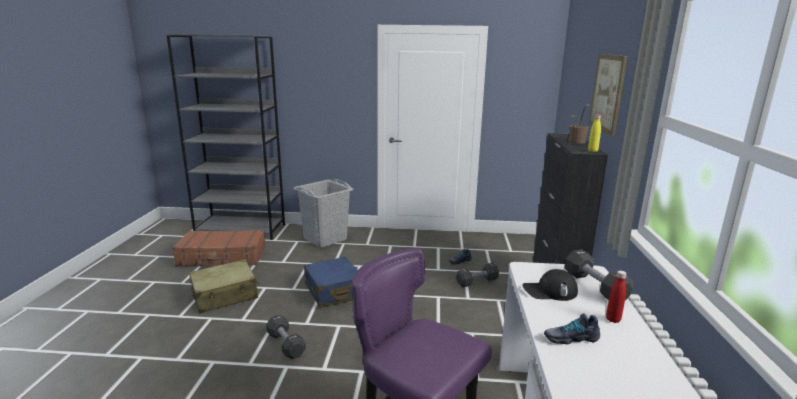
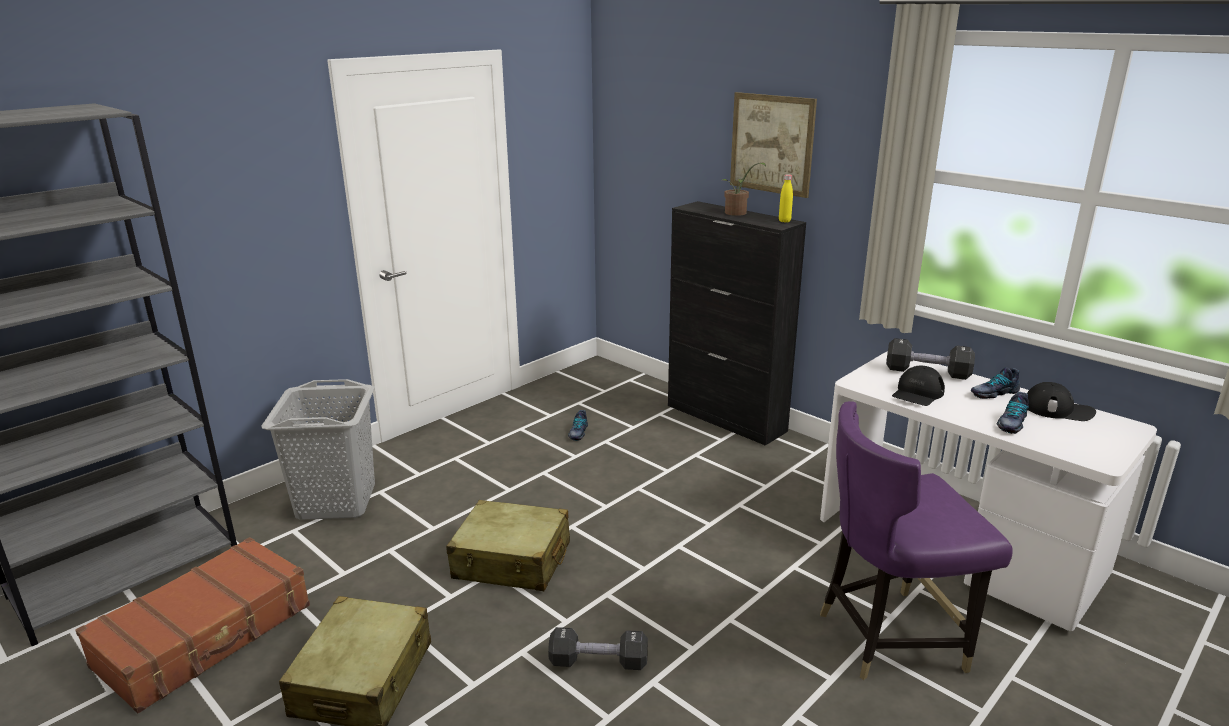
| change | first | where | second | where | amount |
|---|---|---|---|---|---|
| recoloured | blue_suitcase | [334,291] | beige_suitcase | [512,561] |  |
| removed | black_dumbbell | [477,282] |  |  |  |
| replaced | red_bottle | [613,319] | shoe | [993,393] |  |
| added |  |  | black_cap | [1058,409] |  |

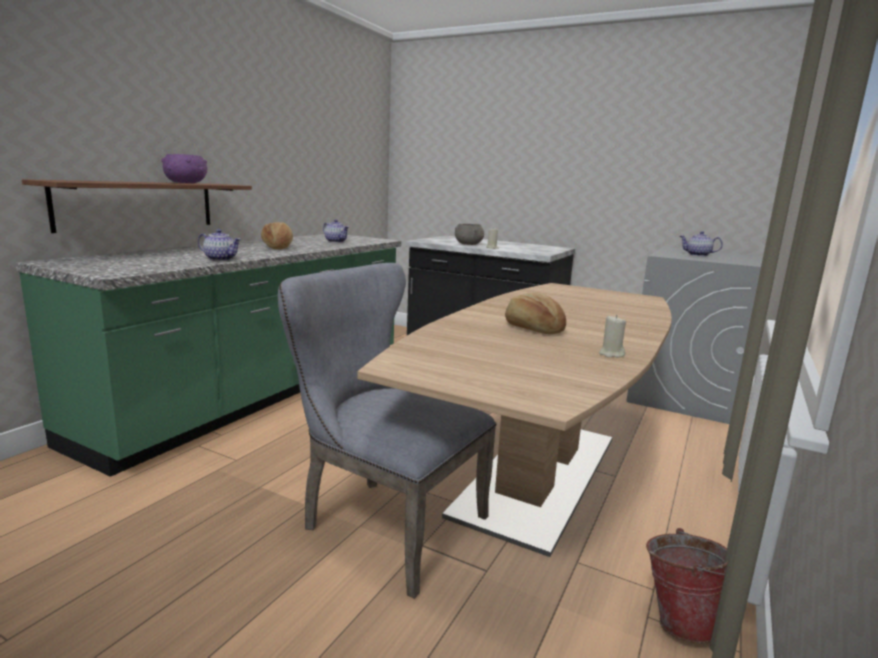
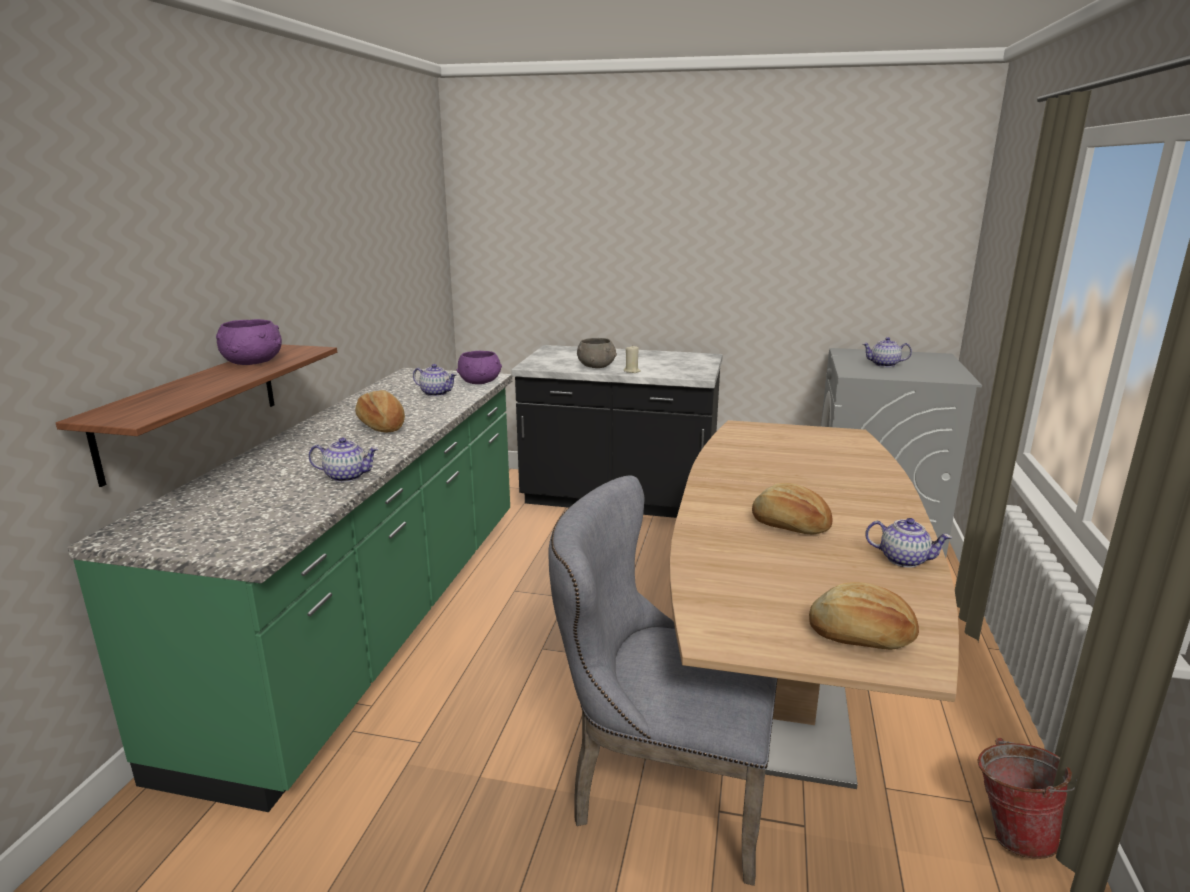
| change | first | where | second | where | amount |
|---|---|---|---|---|---|
| replaced | beige_candle | [611,354] | teapot | [904,559] |  |
| added |  |  | purple_bowl | [480,382] |  |
| added |  |  | bread | [861,637] |  |

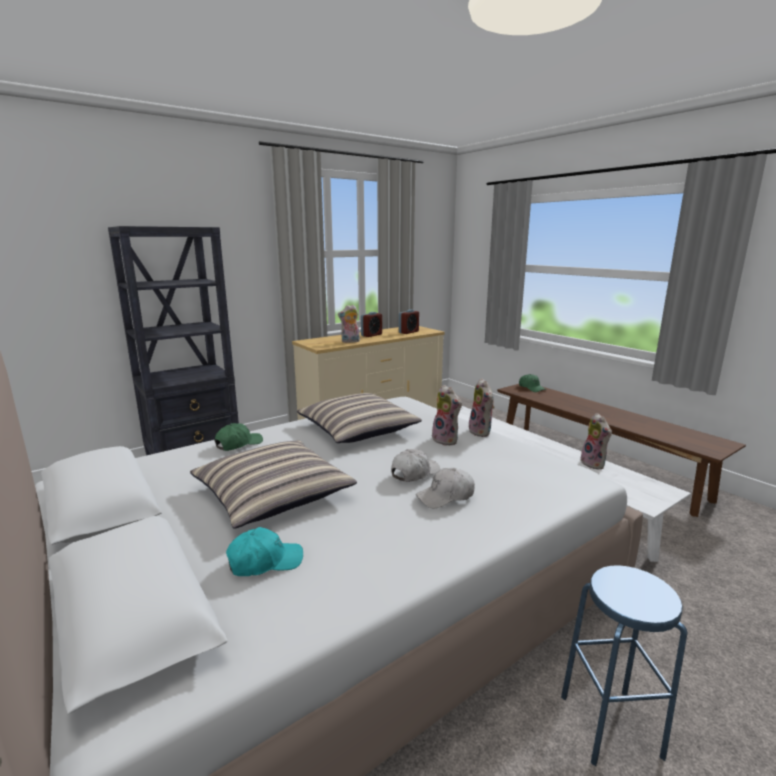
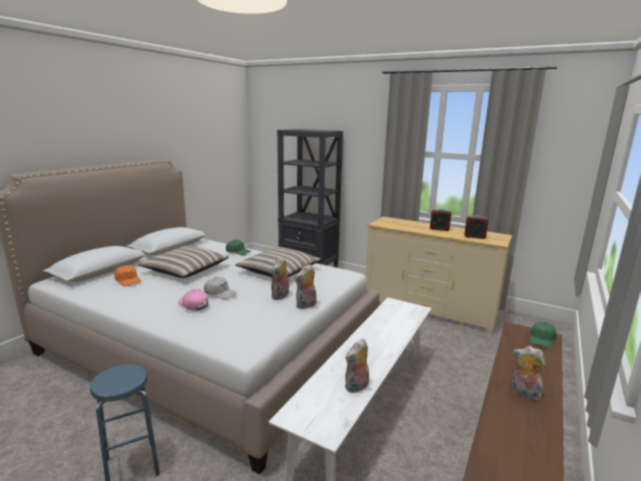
| change | first | where | second | where | amount |
|---|---|---|---|---|---|
| recoloured | turquoise_cap | [265,562] | orange_cap | [128,280] |  |
| moved | plush_toy | [350,341] |  | [523,394] |  |
| recoloured | white_cap | [446,496] | pink_cap | [193,305] |  |

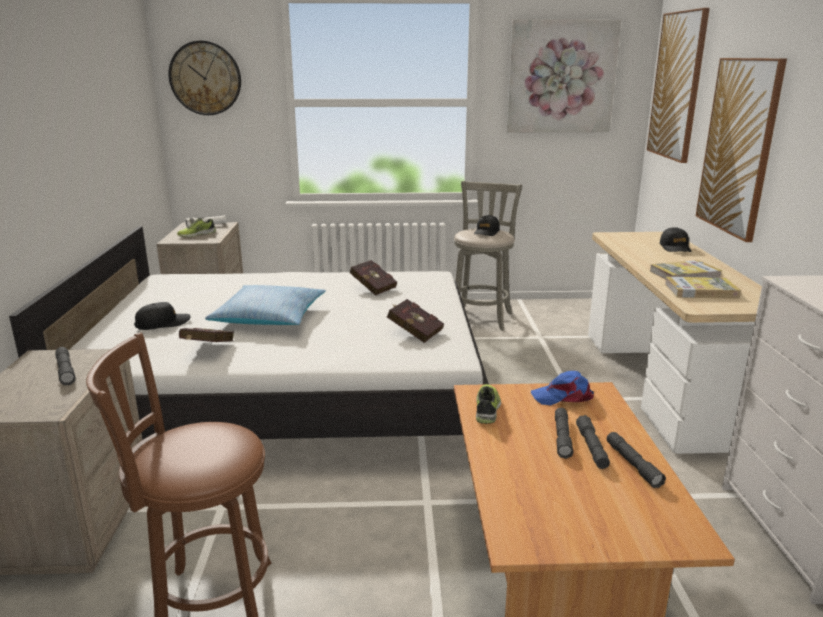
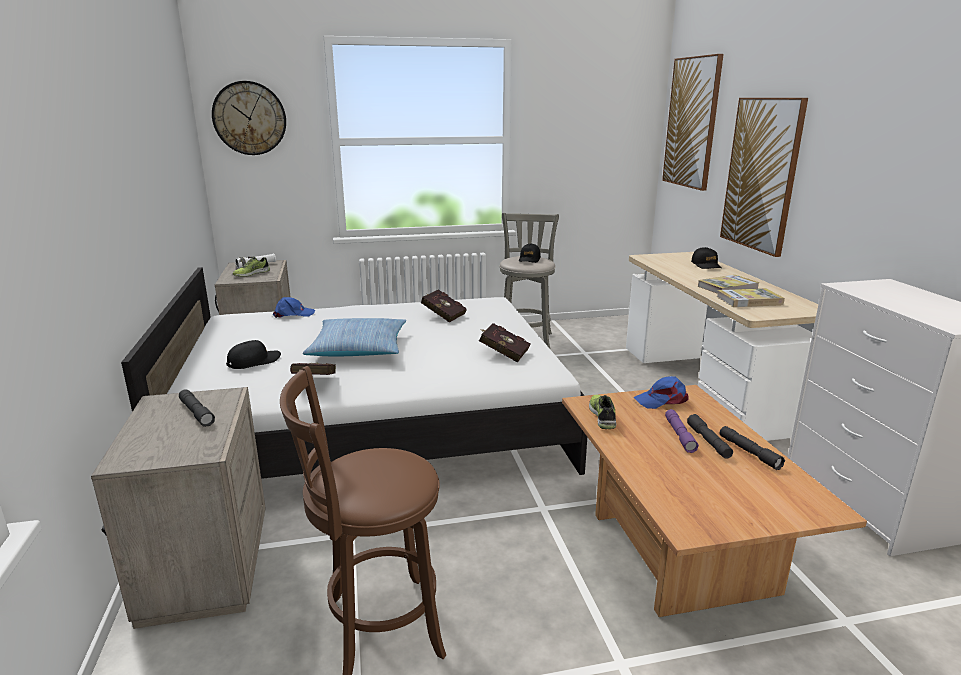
| change | first | where | second | where | amount |
|---|---|---|---|---|---|
| removed | picture | [561,77] |  |  |  |
| recoloured | grey_flashlight | [562,437] | purple_flashlight | [679,435] |  |
| added |  |  | blue_cap | [293,314] |  |

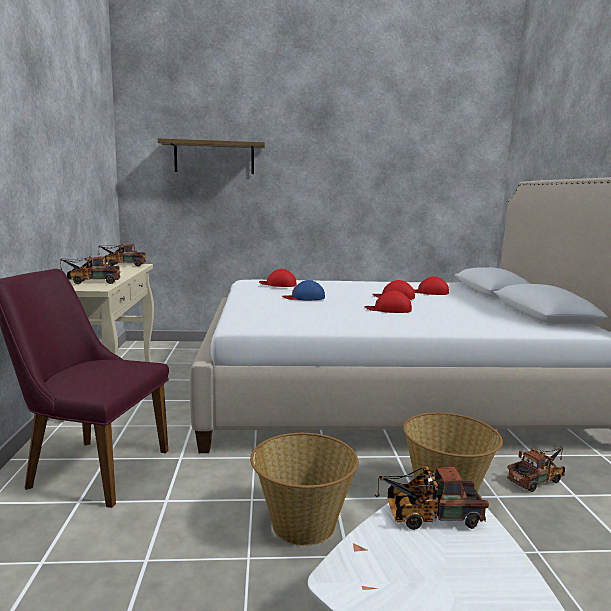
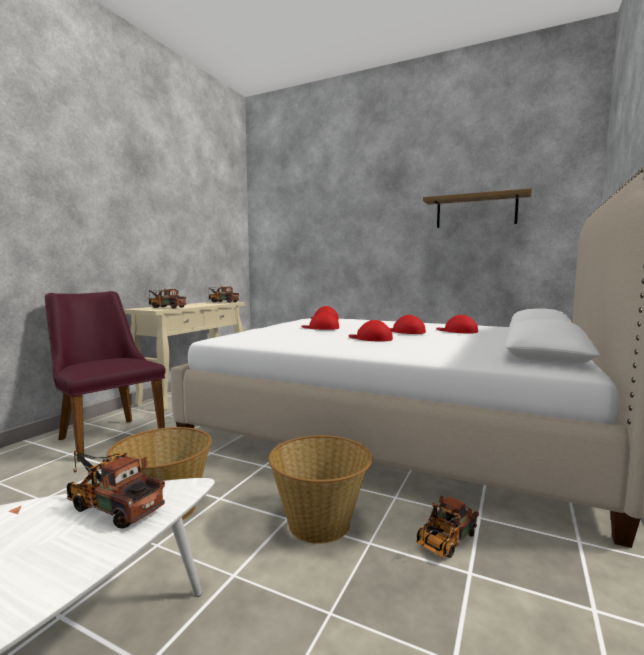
| change | first | where | second | where | amount |
|---|---|---|---|---|---|
| moved | shelf | [214,157] |  | [476,211] |  |
| recoloured | blue_cap | [304,297] | red_cap | [320,328] |  |
| turned | toy_truck | [538,480] |  | [444,542] | 135 degrees clockwise |

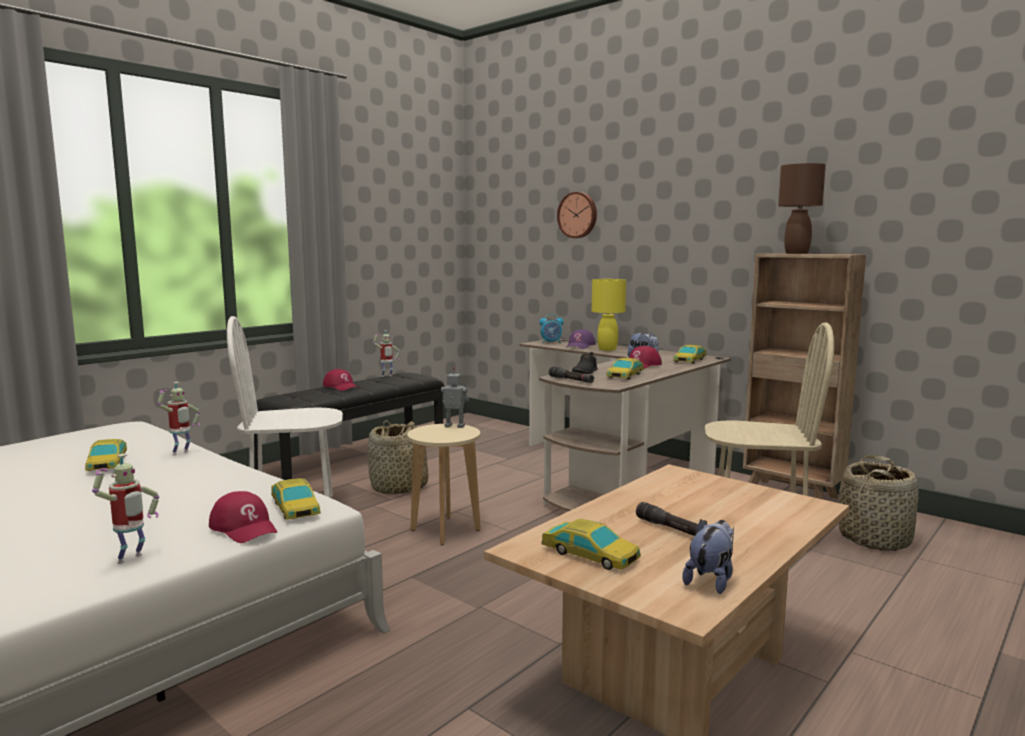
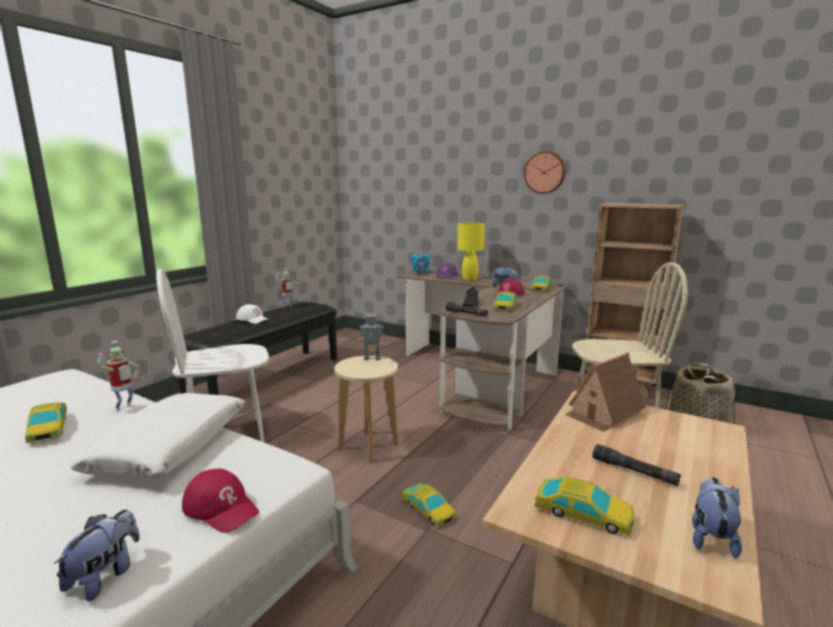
| change | first | where | second | where | amount |
|---|---|---|---|---|---|
| replaced | toy_robot | [131,560] | plush_toy | [105,576] |  |
| moved | toy_car | [295,507] |  | [428,509] |  |
| recoloured | red_cap | [341,386] | white_cap | [253,319] |  |
| removed | basket | [399,488] |  |  |  |
| moved | wall_clock | [578,215] |  | [545,172] |  |
| removed | brown_table_lamp | [797,253] |  |  |  |
| added |  |  | white_pillow | [171,447] |  |
| added |  |  | toy_house | [603,413] |  |

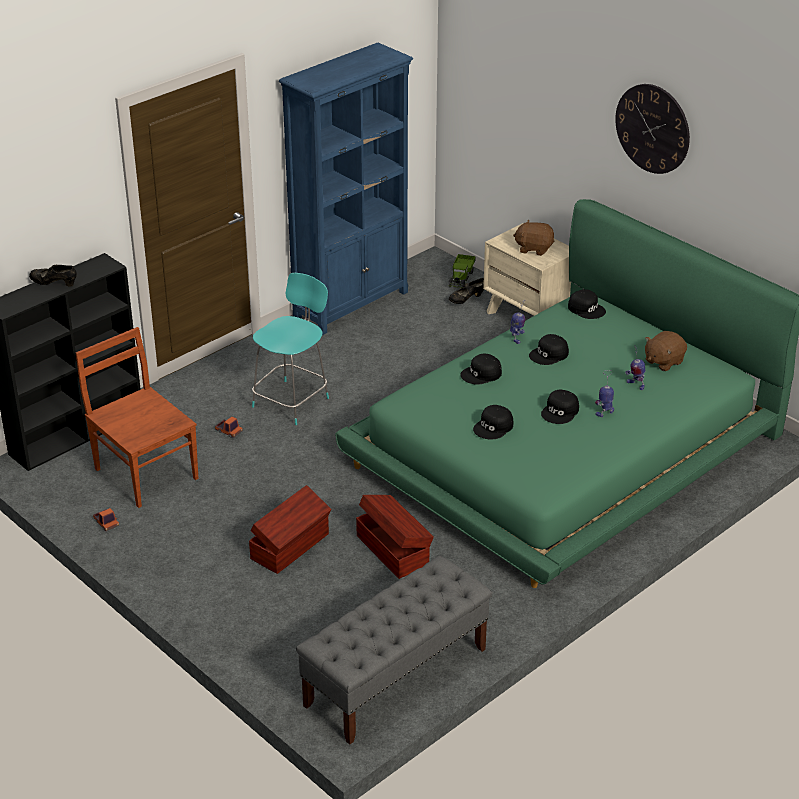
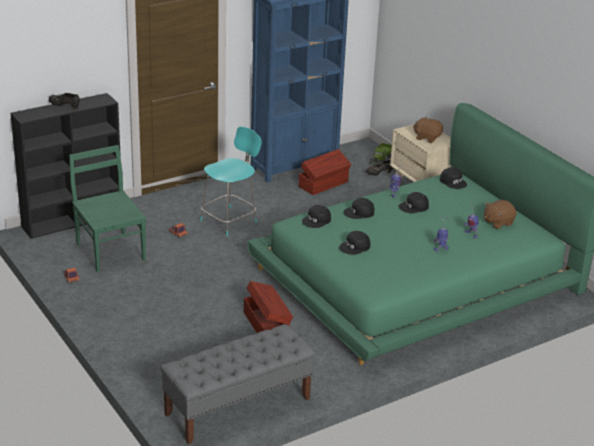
| change | first | where | second | where | amount |
|---|---|---|---|---|---|
| recoloured | brown_chair | [145,472] | green_chair | [110,251] |  |
| moved | brown_storage_box | [291,546] |  | [324,184] |  |
| moved | black_cap | [560,412] |  | [317,220] |  |
| removed | wall_clock | [652,128] |  |  |  |

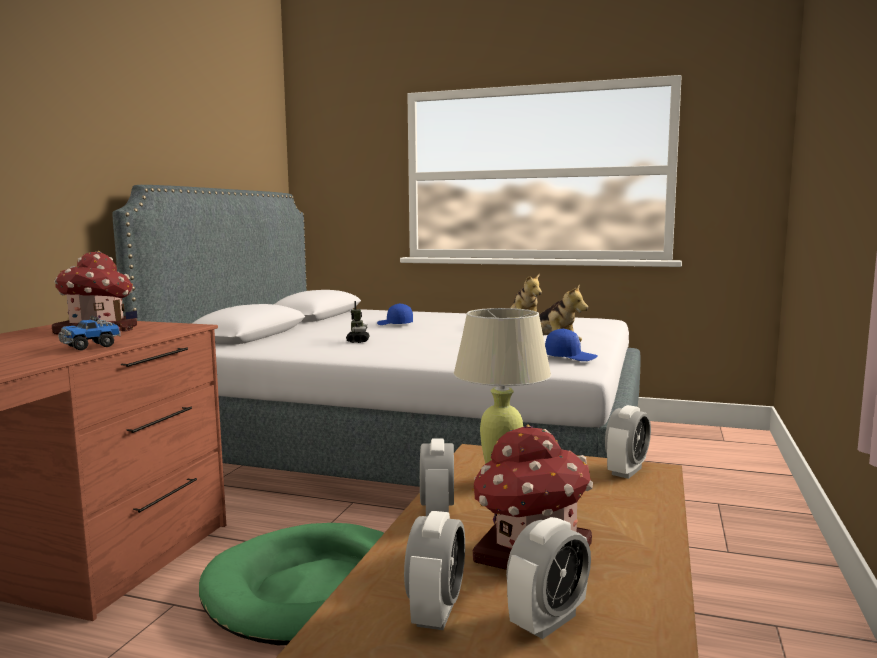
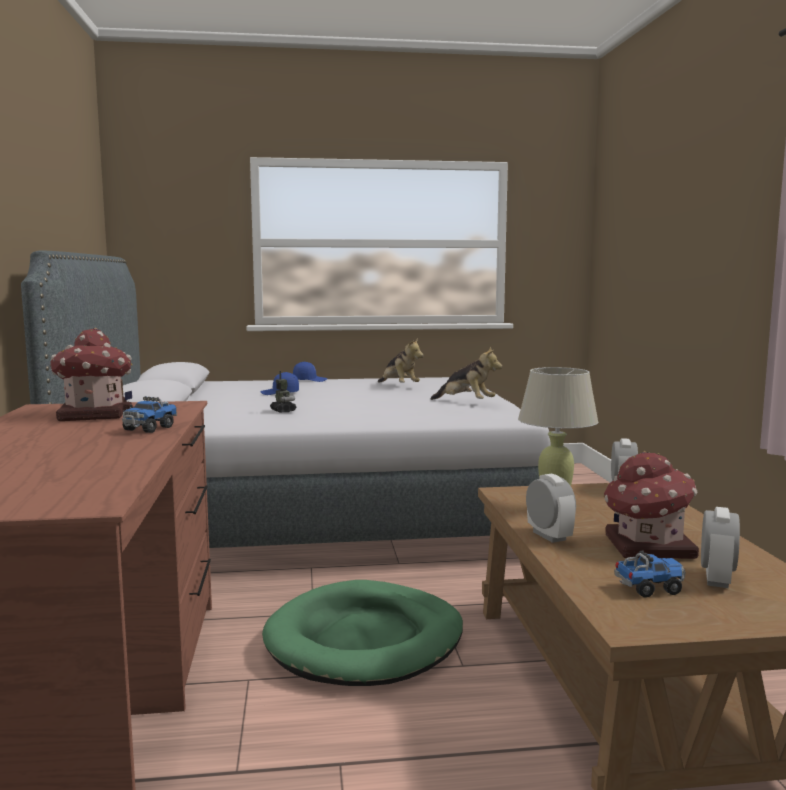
| change | first | where | second | where | amount |
|---|---|---|---|---|---|
| replaced | alarm_clock | [436,612] | toy_truck | [649,588] |  |
| moved | blue_cap | [570,357] |  | [310,380] |  |

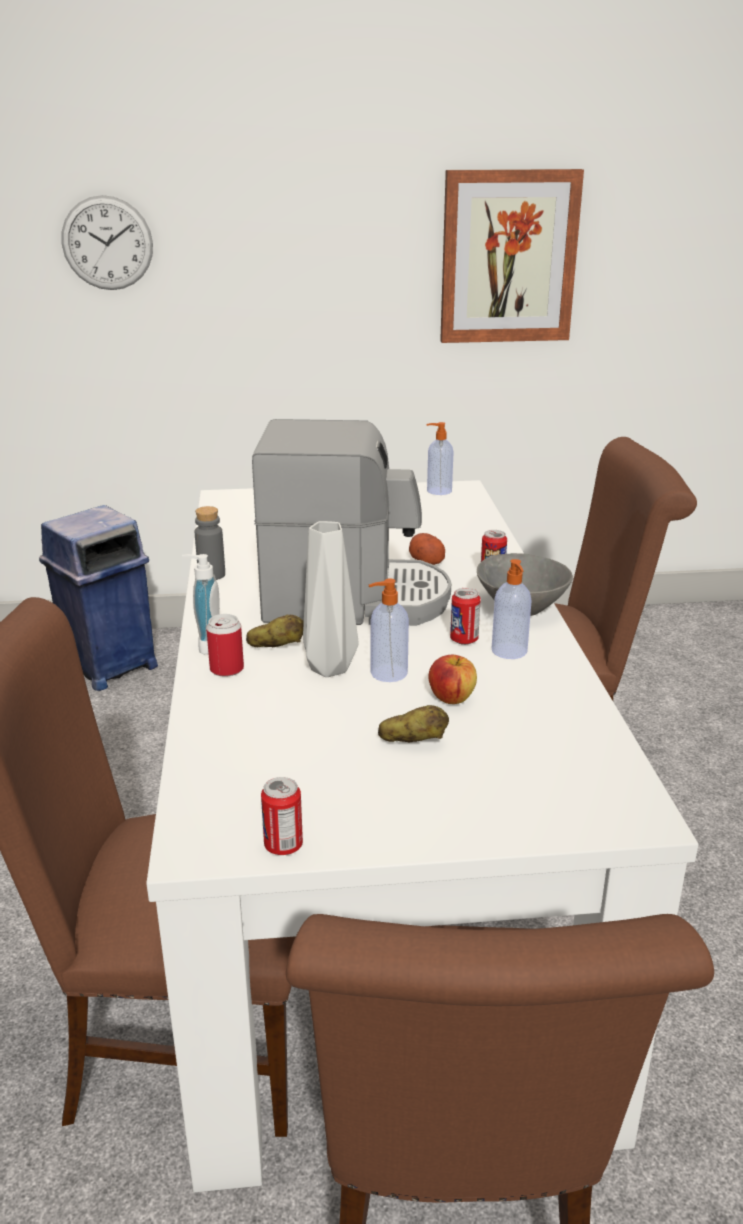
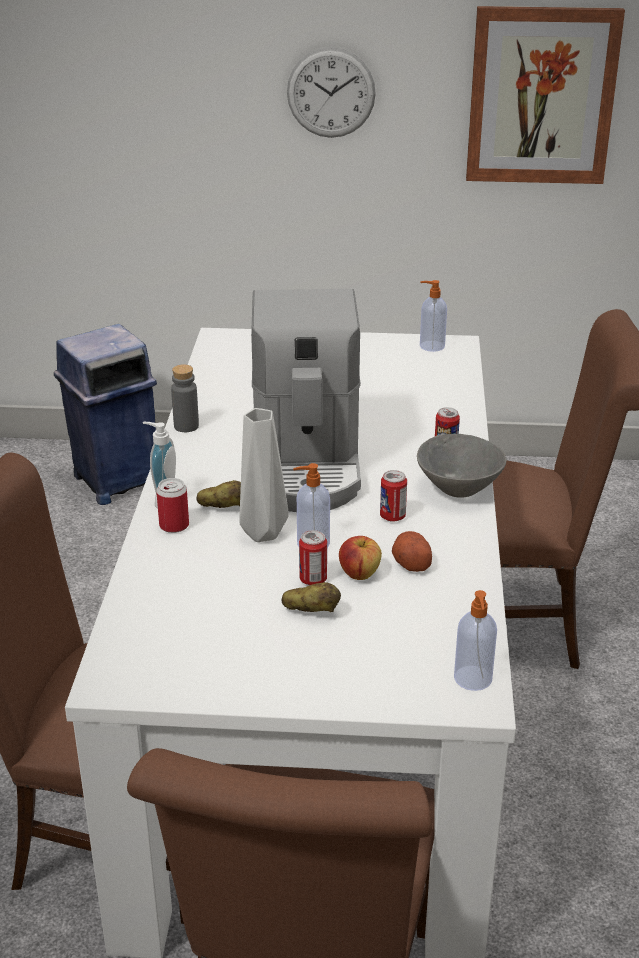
| change | first | where | second | where | amount |
|---|---|---|---|---|---|
| moved | wall_clock | [107,243] |  | [331,93] |  |
| turned | coffee_machine | [354,600] |  | [307,465] | 75 degrees clockwise |
| moved | can | [283,846] |  | [313,579] |  |
| moved | potato | [425,560] |  | [411,562] |  |
| moved | soap_dispenser | [509,651] |  | [473,679] |  |

